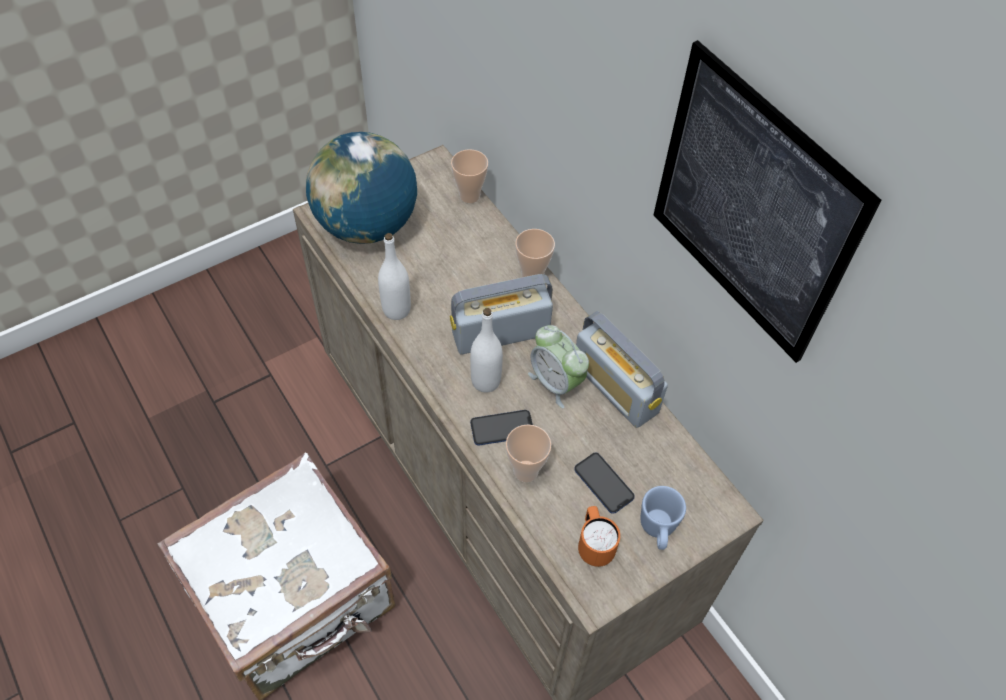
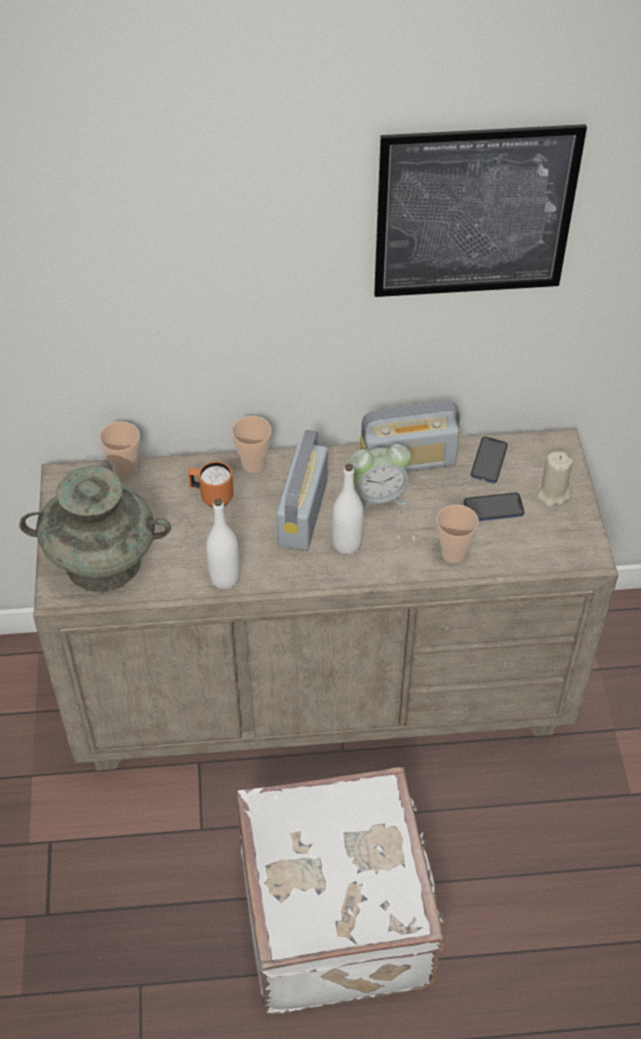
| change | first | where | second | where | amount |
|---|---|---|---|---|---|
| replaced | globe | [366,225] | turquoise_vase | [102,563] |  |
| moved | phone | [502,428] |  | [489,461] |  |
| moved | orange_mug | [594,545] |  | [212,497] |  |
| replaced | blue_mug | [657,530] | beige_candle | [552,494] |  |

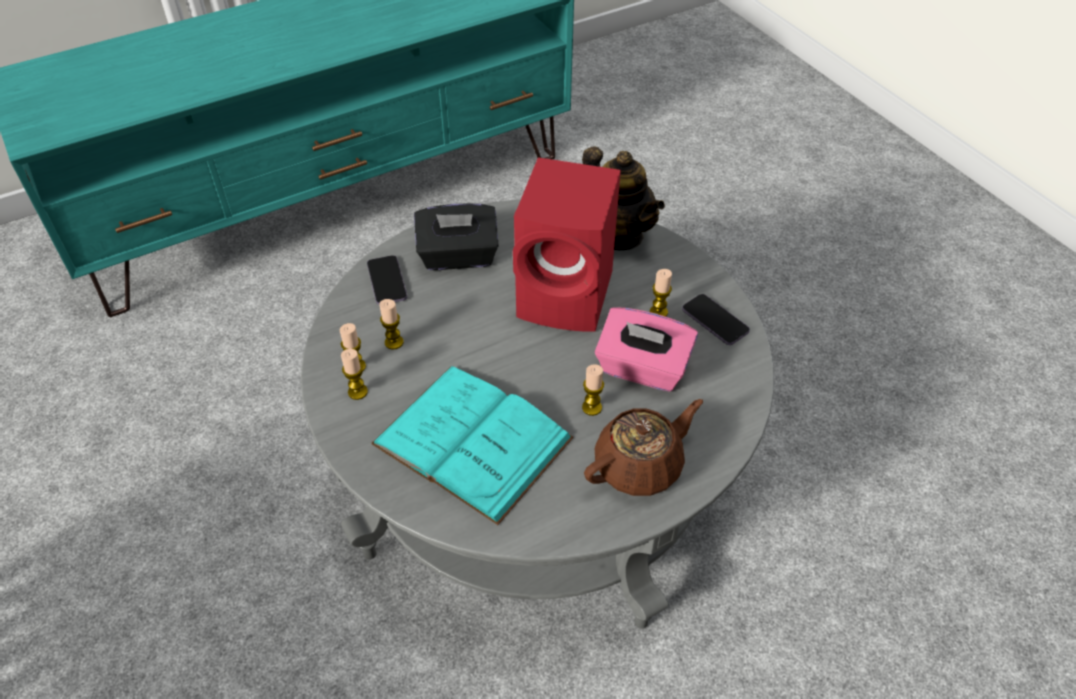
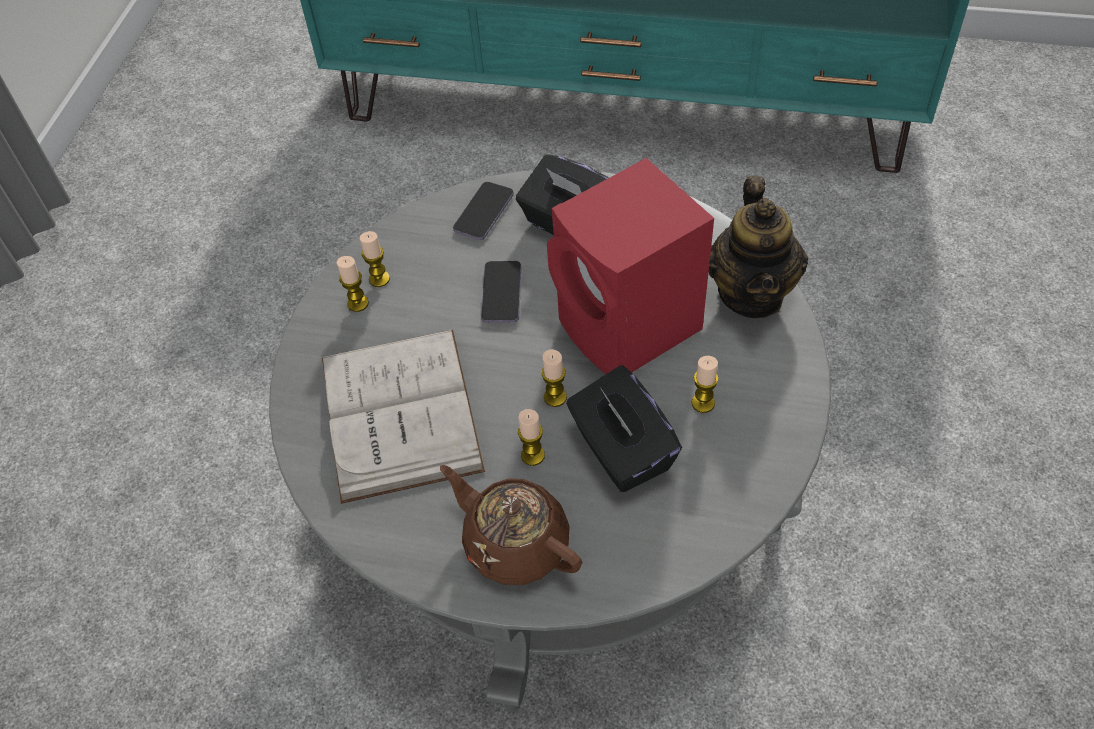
| change | first | where | second | where | amount |
|---|---|---|---|---|---|
| recoloured | turquoise_book | [472,441] | white_book | [400,413] |  |
| moved | candle | [394,342] |  | [555,397] |  |
| turned | brown_teapot | [640,466] |  | [515,543] | 150 degrees counterclockwise |
| recoloured | pink_tissue_box | [642,369] | black_tissue_box | [621,450] |  |
| moved | phone | [715,321] |  | [501,293] |  |

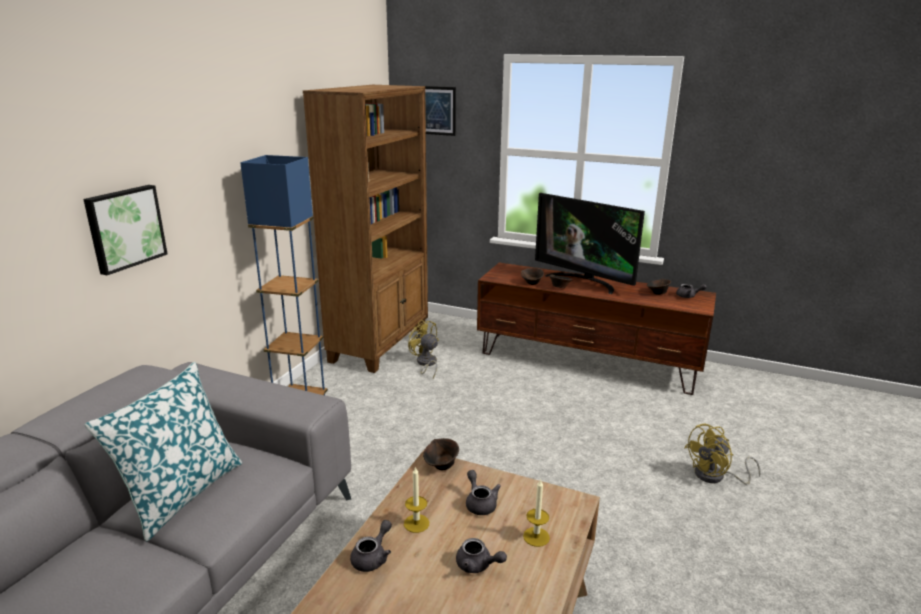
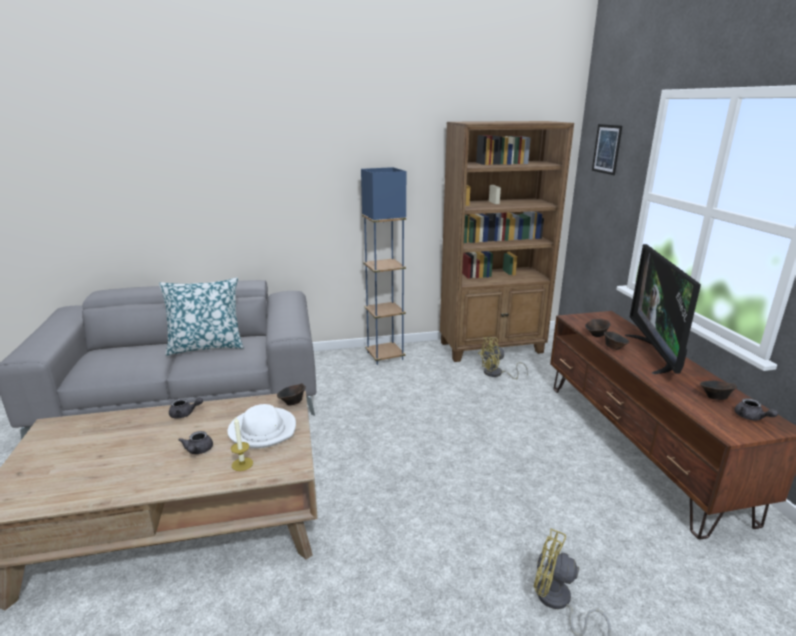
| change | first | where | second | where | amount |
|---|---|---|---|---|---|
| removed | picture | [125,228] |  |  |  |
| removed | candle | [416,523] |  |  |  |
| turned | yellow_fan | [426,364] |  | [497,374] | 120 degrees counterclockwise |
| replaced | grey_teapot | [480,503] | white_hat | [263,430] |  |

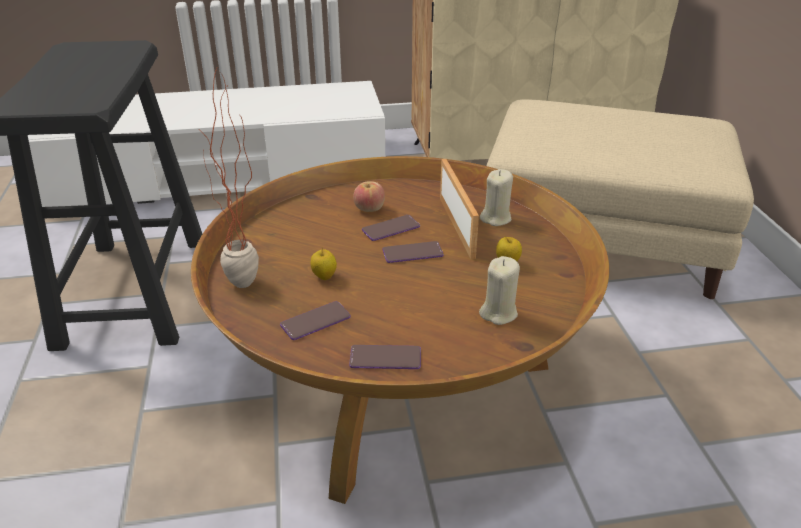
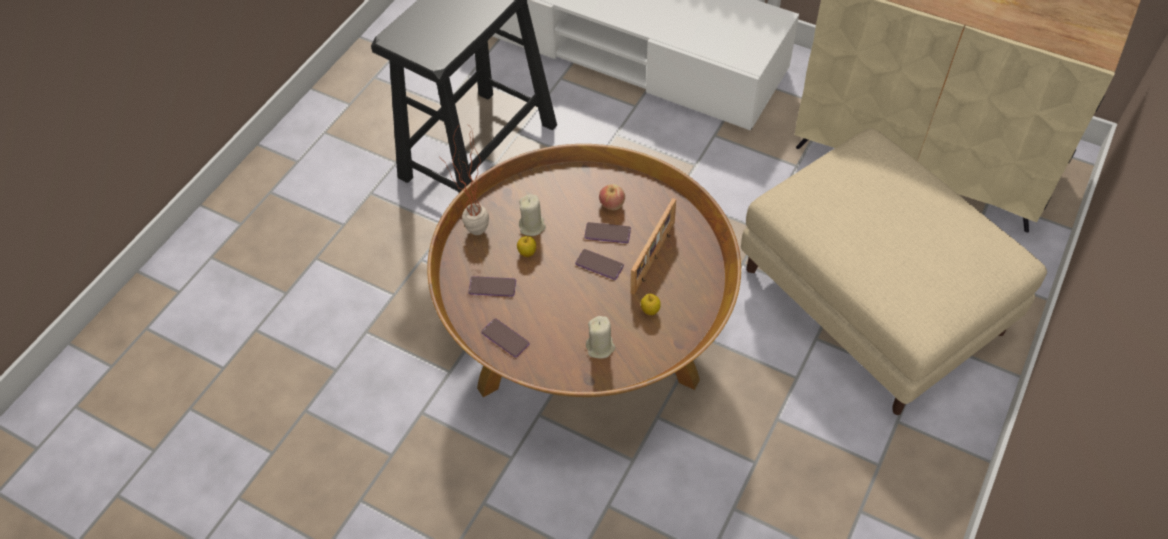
| change | first | where | second | where | amount |
|---|---|---|---|---|---|
| moved | beige_candle | [495,218] |  | [532,226] |  |

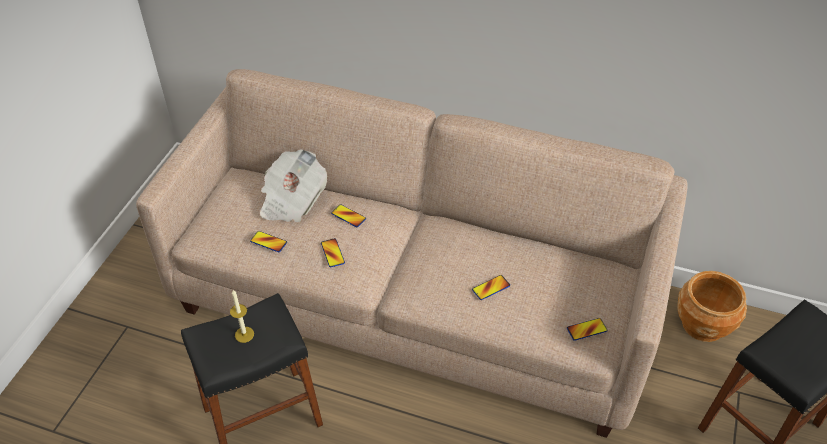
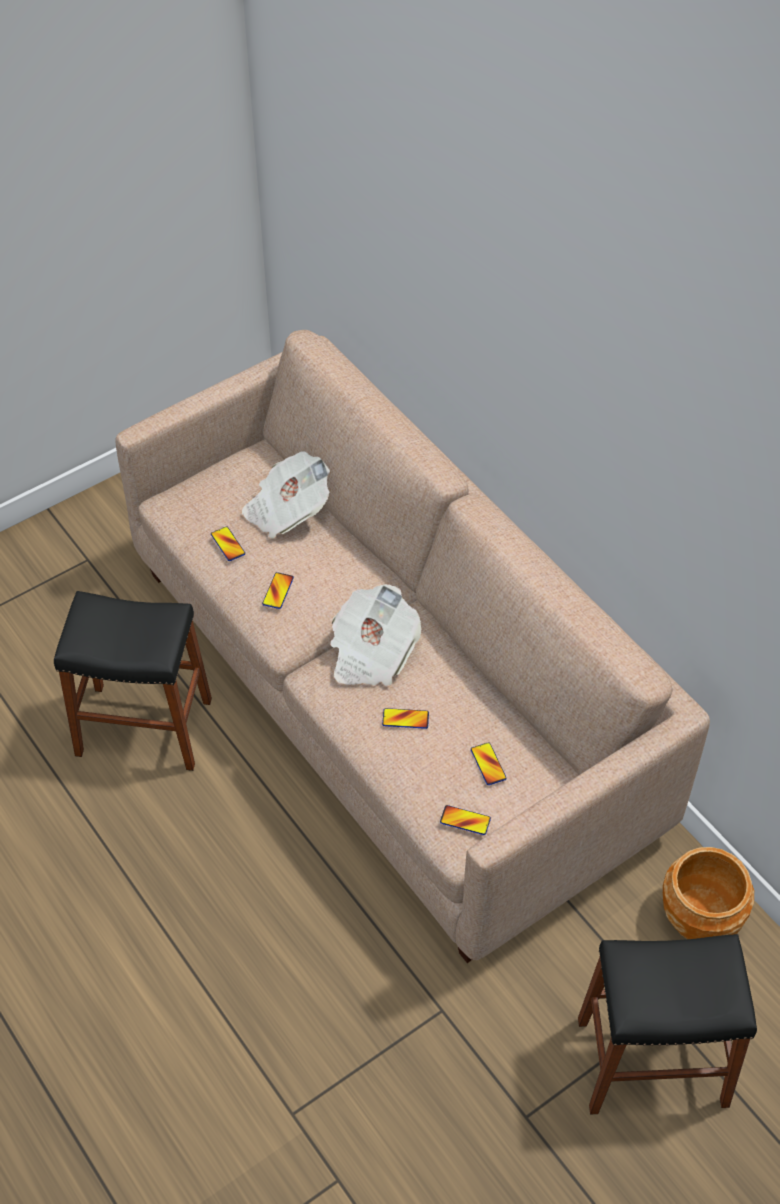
| change | first | where | second | where | amount |
|---|---|---|---|---|---|
| removed | candle | [244,334] |  |  |  |
| moved | phone | [348,216] |  | [488,764] |  |
| added |  |  | newspaper | [371,653] |  |

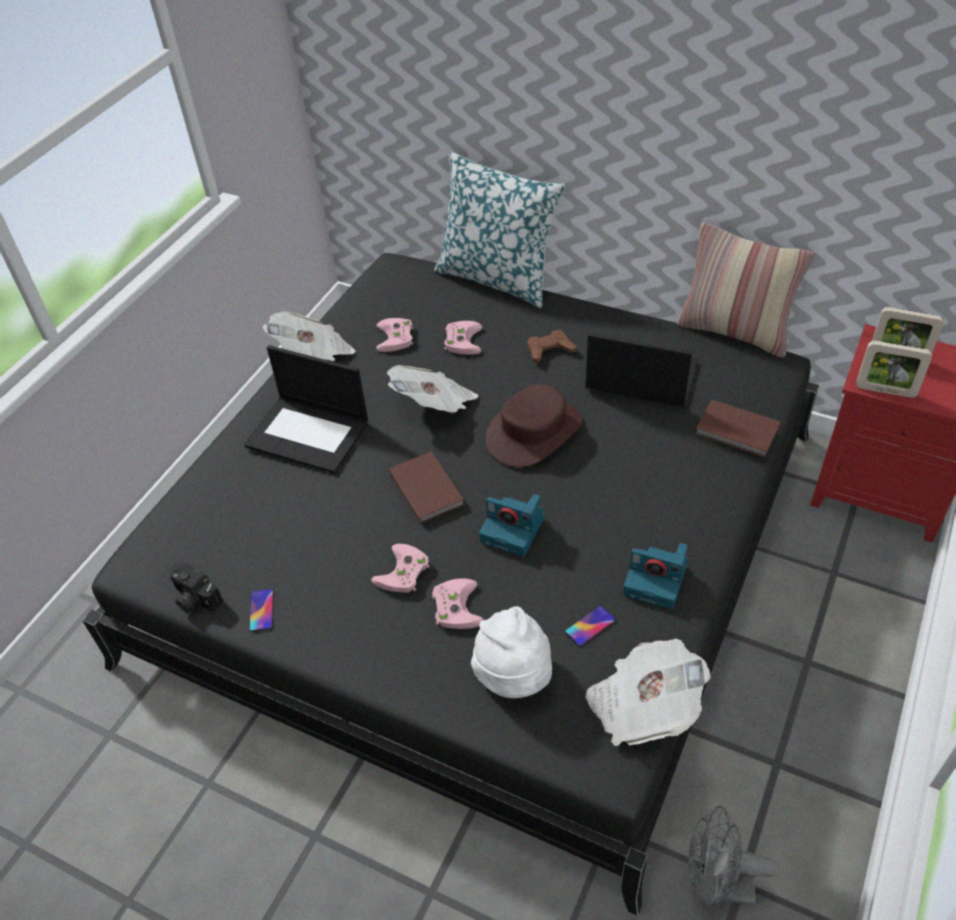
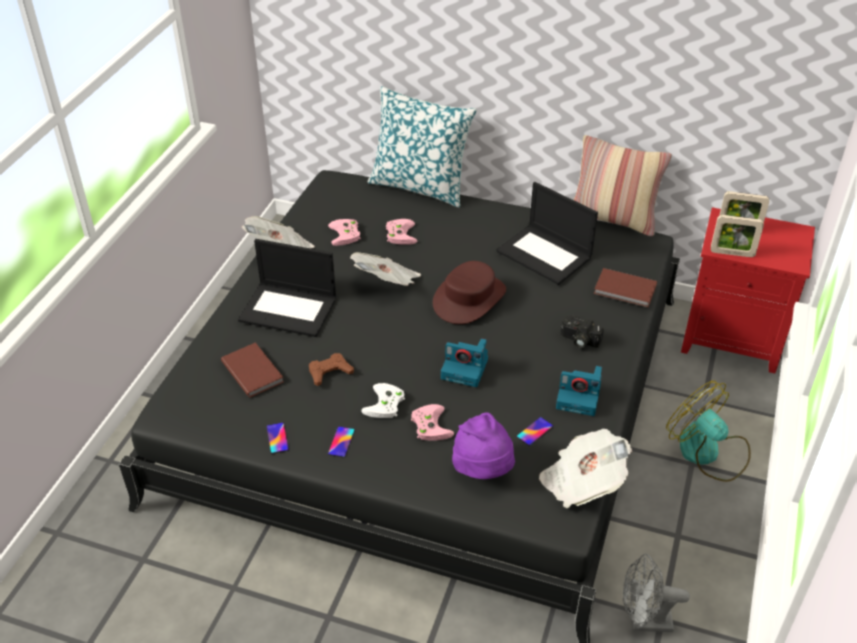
| change | first | where | second | where | amount |
|---|---|---|---|---|---|
| moved | photo_camera | [193,598] |  | [579,341] |  |
| recoloured | pink_game_controller | [403,574] | white_game_controller | [385,405] |  |
| moved | brown_book | [427,488] |  | [253,371] |  |
| recoloured | white_hat | [514,675] | purple_hat | [483,469] |  |
| moved | brown_game_controller | [549,350] |  | [329,372] |  |
| turned | laptop | [640,377] |  | [545,254] | 150 degrees counterclockwise |
| added |  |  | phone | [341,442] |  |
| added |  |  | fan | [707,452] |  |

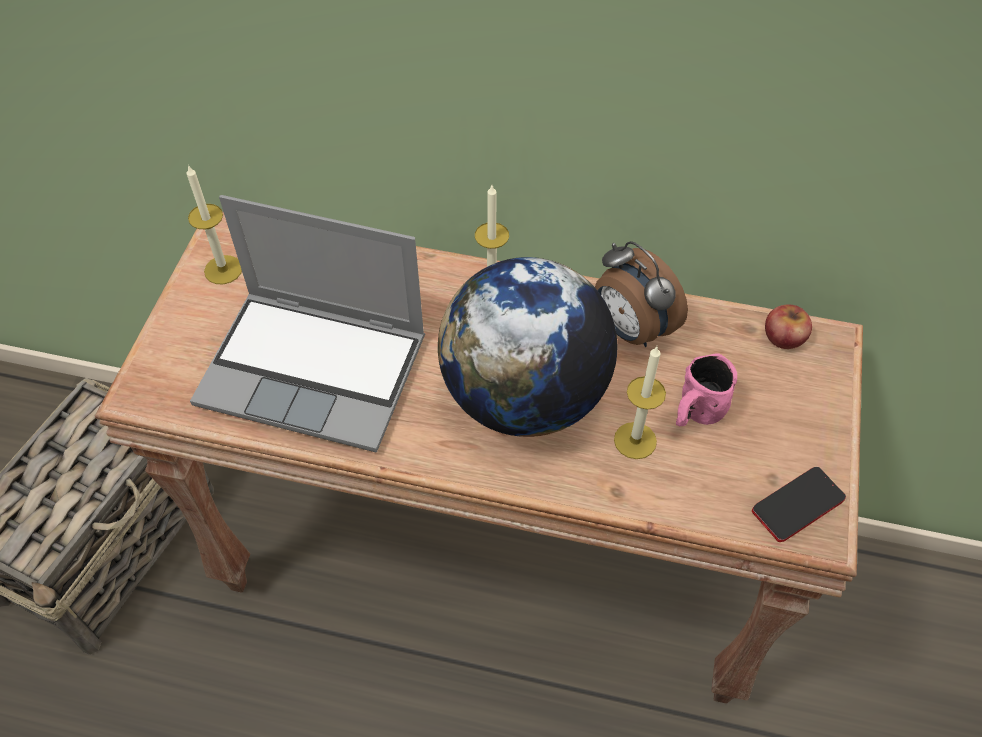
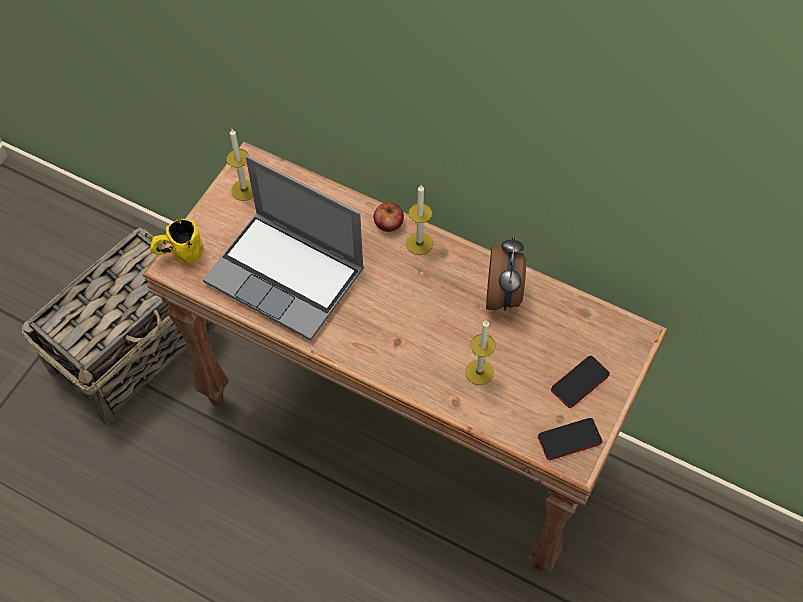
| change | first | where | second | where | amount |
|---|---|---|---|---|---|
| removed | globe | [524,397] |  |  |  |
| turned | alarm_clock | [630,329] |  | [503,295] | 150 degrees counterclockwise |
| removed | pink_mug | [695,415] |  |  |  |
| moved | apple | [784,336] |  | [388,223] |  |
| added |  |  | yellow_mug | [179,254] |  |
| added |  |  | phone | [580,382] |  |

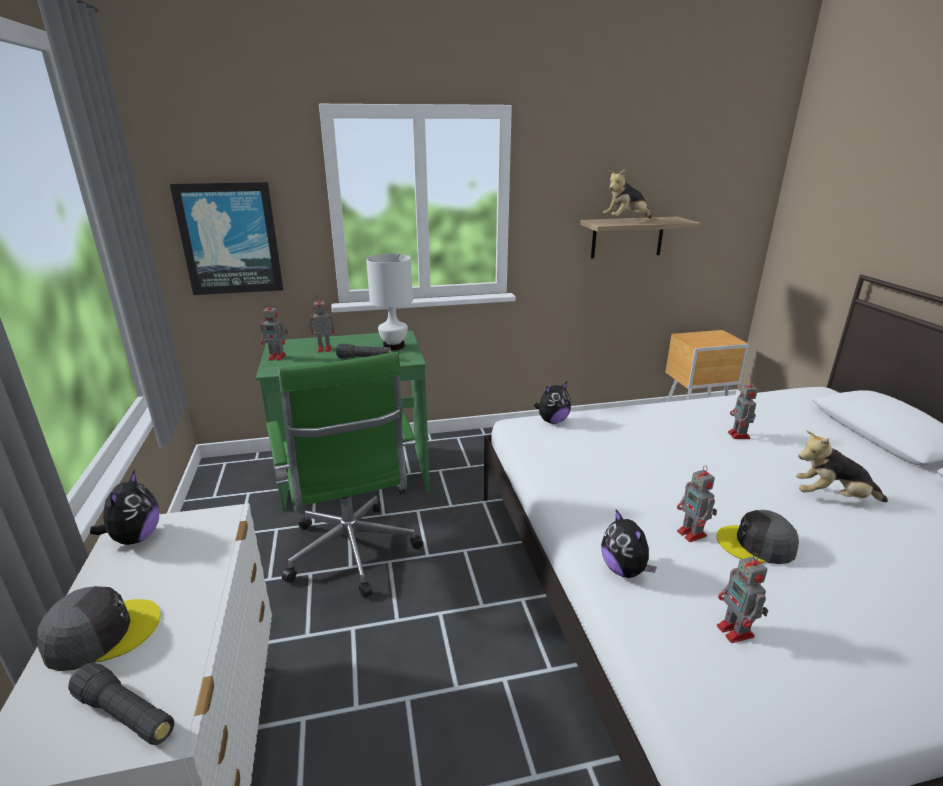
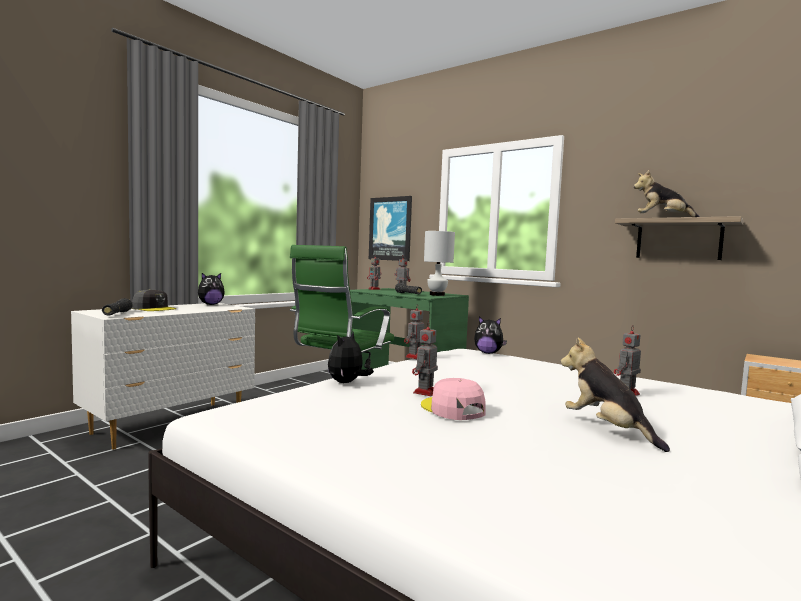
| change | first | where | second | where | amount |
|---|---|---|---|---|---|
| recoloured | grey_cap | [756,544] | pink_cap | [452,409] |  |
| moved | toy_robot | [736,632] |  | [414,357] |  |

